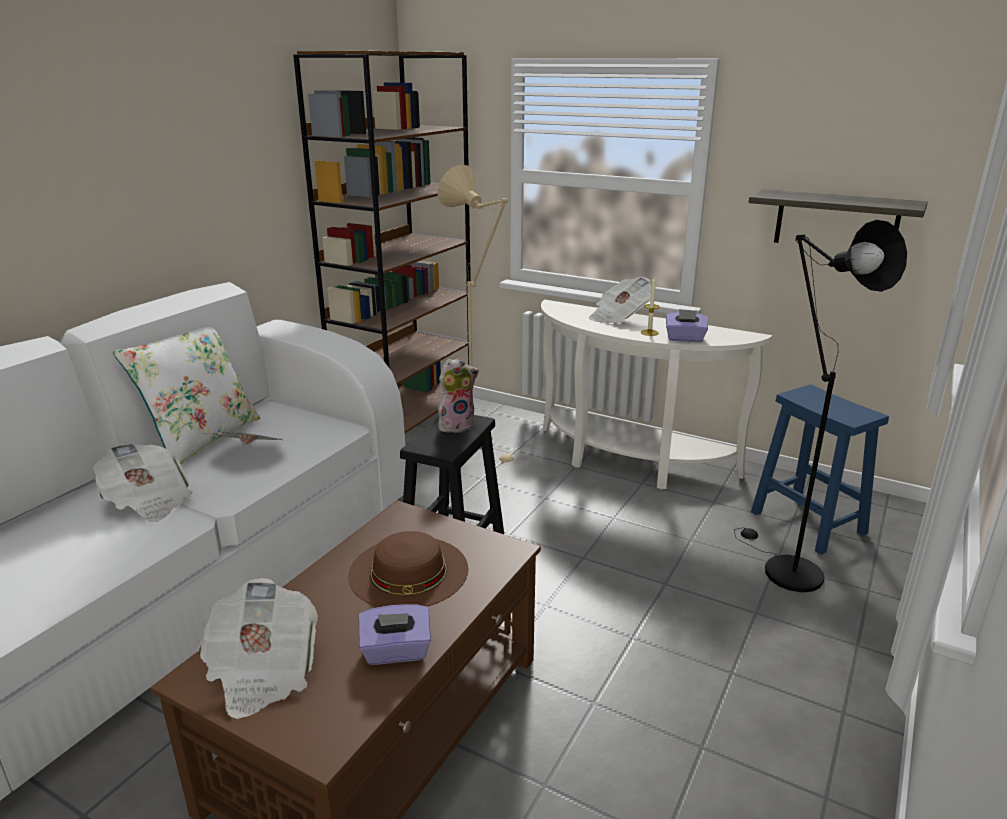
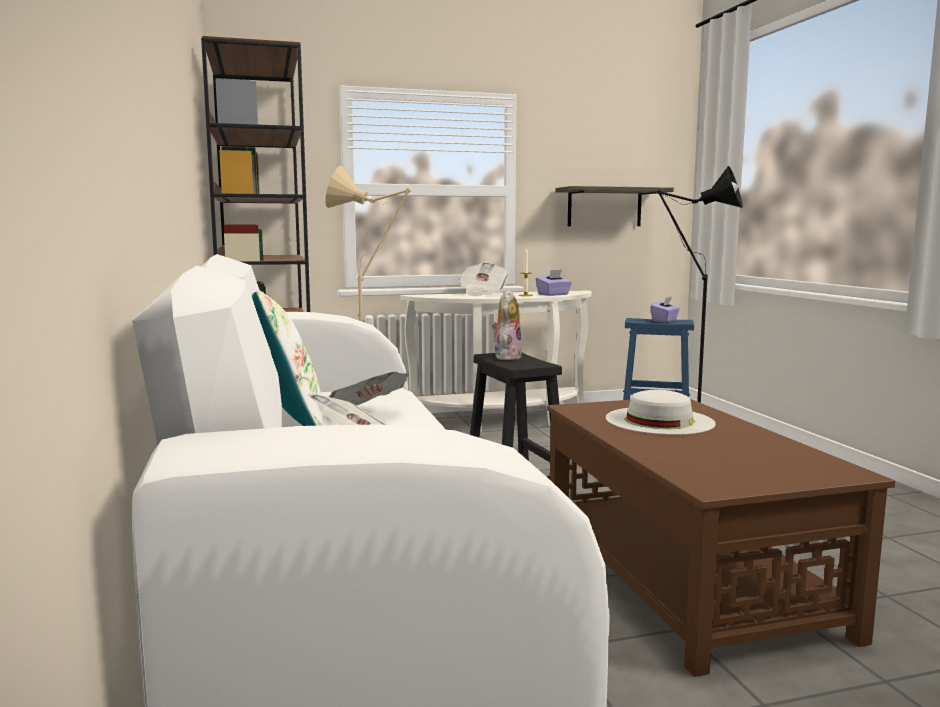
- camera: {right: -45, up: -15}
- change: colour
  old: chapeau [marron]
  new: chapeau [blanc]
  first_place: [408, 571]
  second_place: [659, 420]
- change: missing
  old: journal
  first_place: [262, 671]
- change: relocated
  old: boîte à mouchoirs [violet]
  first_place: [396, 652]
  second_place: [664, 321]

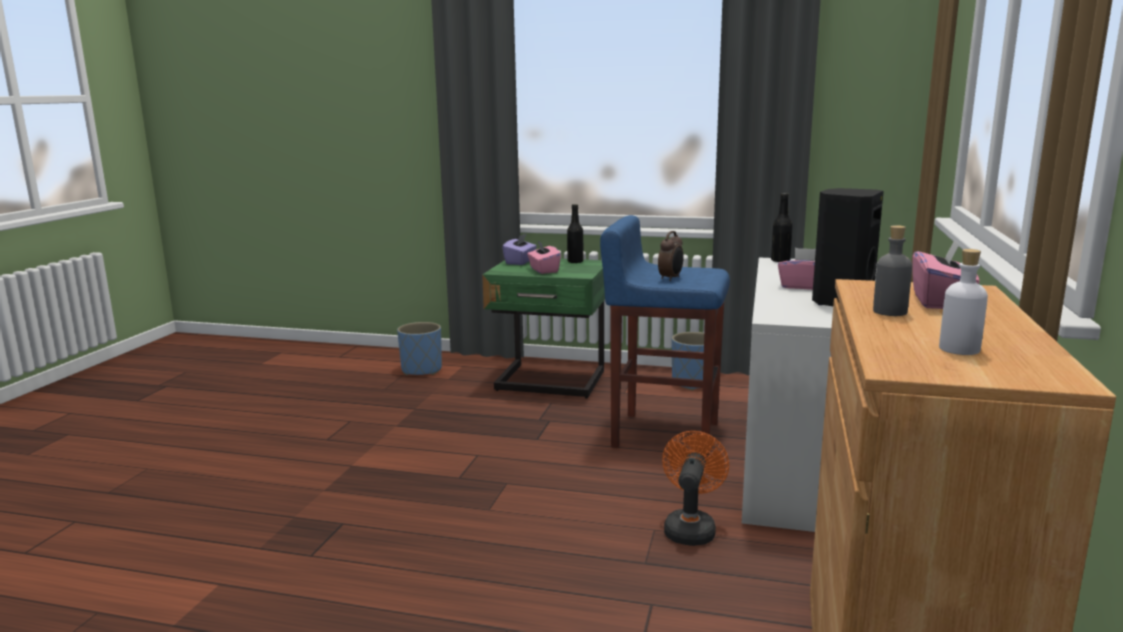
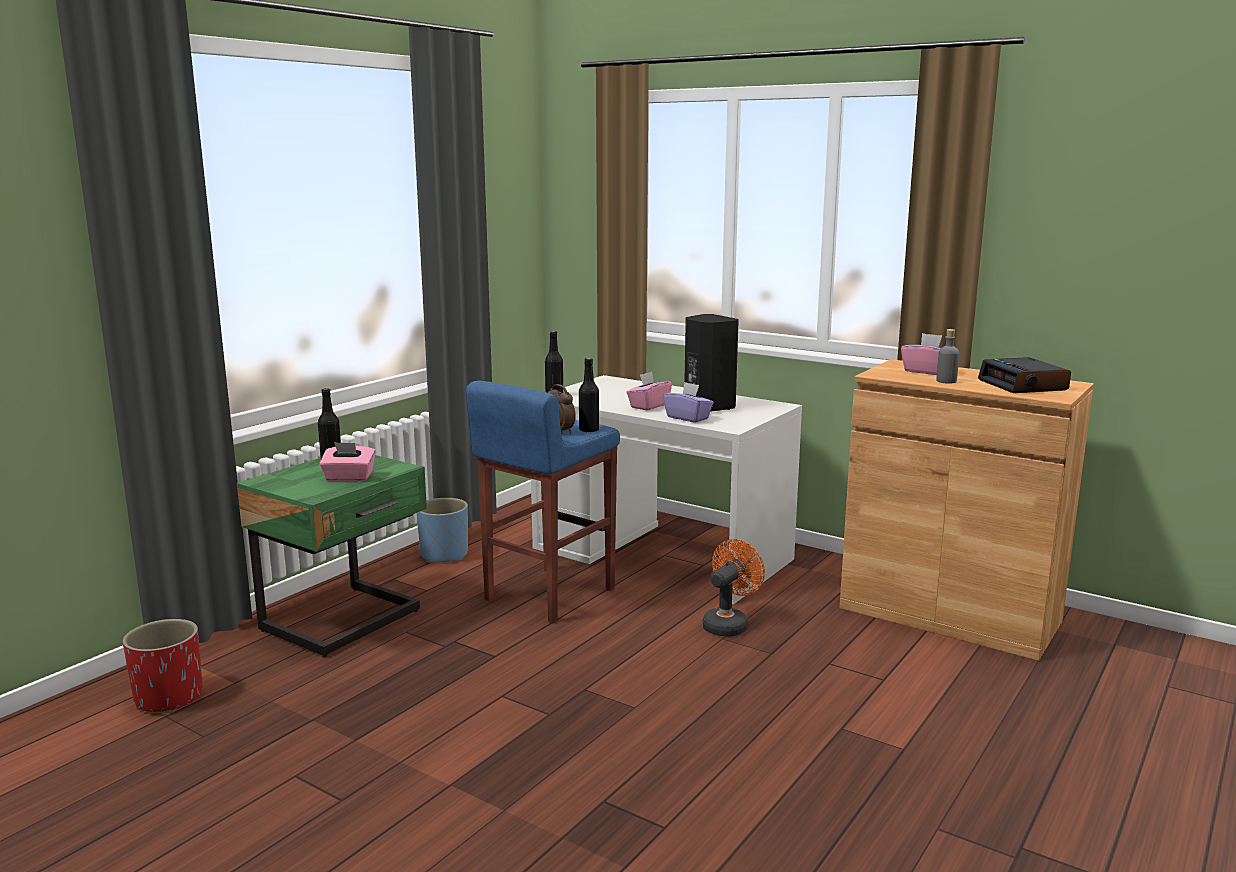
- camera: {right: -70, up: 0}
- change: relocated
  old: boîte à mouchoirs [violet]
  first_place: [520, 262]
  second_place: [688, 418]
- change: exchanged
  old: bouteille [blanc]
  new: réveil
  first_place: [959, 349]
  second_place: [1023, 385]
- change: colour
  old: cache-pot [bleu]
  new: cache-pot [rouge]
  first_place: [422, 370]
  second_place: [169, 698]
- change: spun
  old: ventilateur [orange]
  first_place: [690, 528]
  second_place: [729, 624]
  degrees: 90
- change: appeared
  new: bouteille [noir]
  second_place: [589, 430]

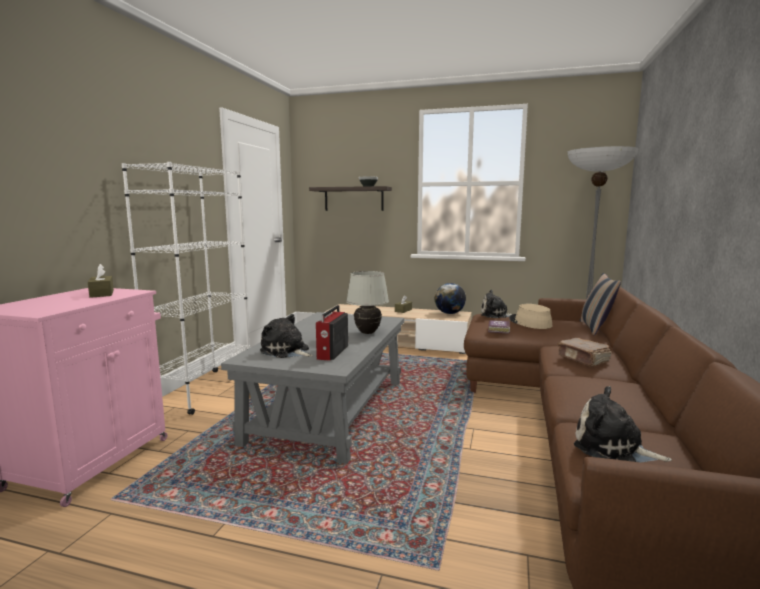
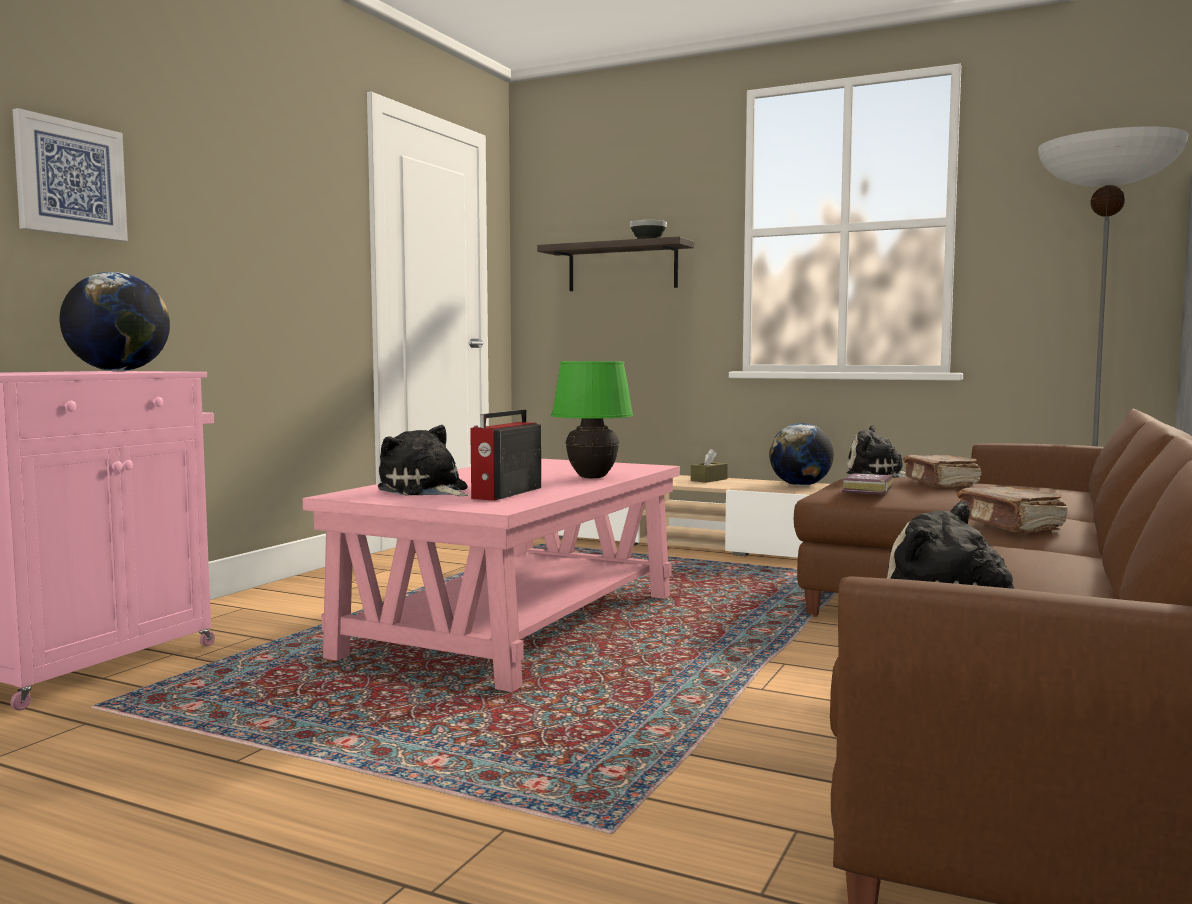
- camera: {right: 10, up: -5}
- change: missing
  old: bibliothèque [blanc]
  first_place: [203, 391]
- change: exchanged
  old: boîte à mouchoirs [marron]
  new: globe
  first_place: [102, 293]
  second_place: [118, 371]
- change: colour
  old: lampe de table [blanc]
  new: lampe de table [vert]
  first_place: [368, 333]
  second_place: [592, 478]
- change: missing
  old: coussin
  first_place: [595, 328]
- change: exchanged
  old: chapeau [beige]
  new: livre [marron]
  first_place: [529, 322]
  second_place: [941, 483]
- change: colour
  old: table basse [gris]
  new: table basse [rose]
  first_place: [330, 410]
  second_place: [516, 625]
- change: appeared
  new: tableau
  second_place: [70, 179]

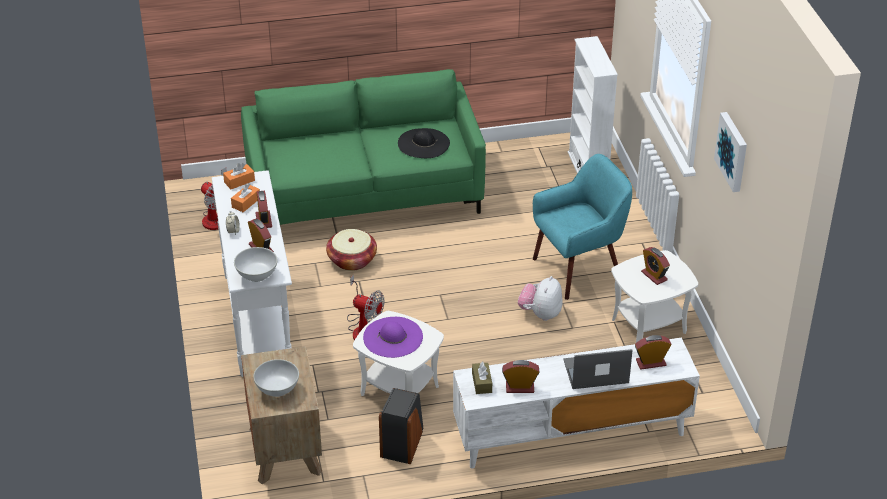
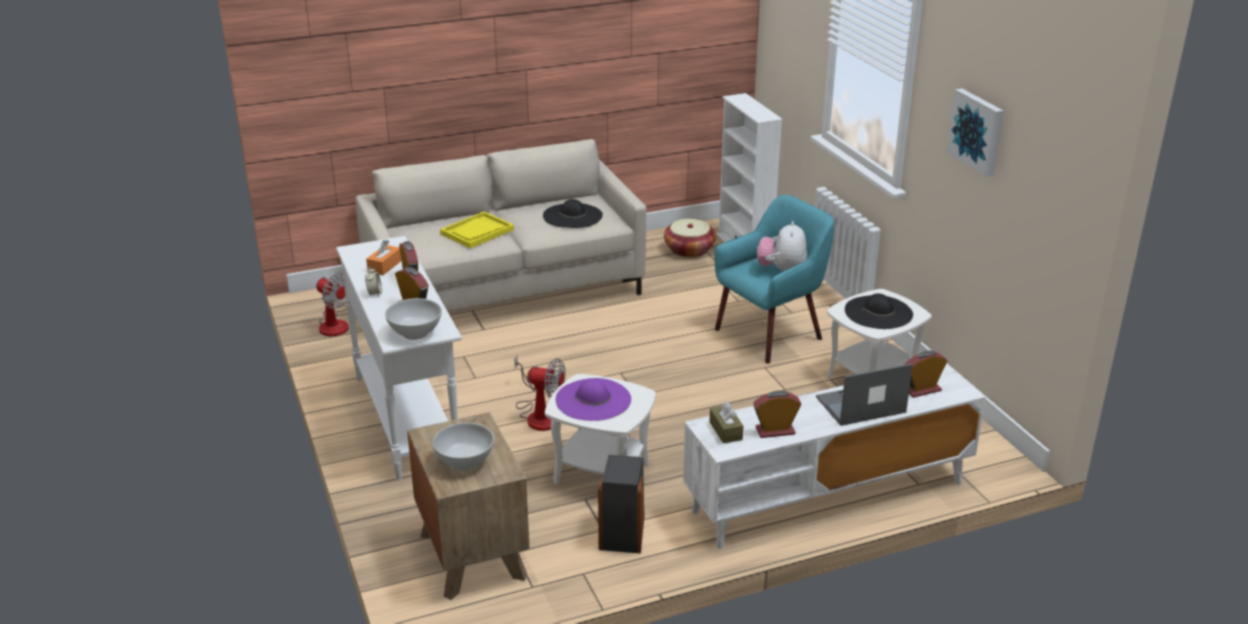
- camera: {right: -10, up: -10}
- change: colour
  old: canapé [vert]
  new: canapé [beige]
  first_place: [365, 194]
  second_place: [505, 288]
- change: missing
  old: boîte à mouchoirs [orange]
  first_place: [239, 181]
- change: relocated
  old: panier
  first_place: [352, 260]
  second_place: [689, 250]
- change: exchanged
  old: réveil
  new: chapeau [noir]
  first_place: [654, 276]
  second_place: [878, 312]
- change: relocated
  old: peluche
  first_place: [540, 314]
  second_place: [781, 271]
- change: appeared
  new: plateau [jaune]
  second_place: [477, 232]

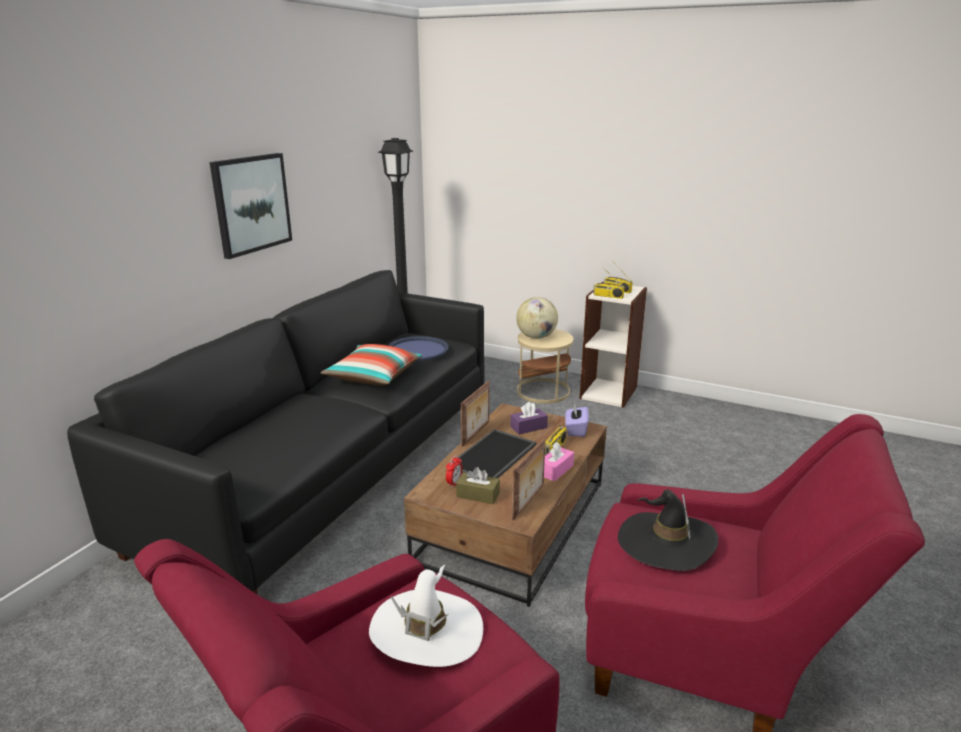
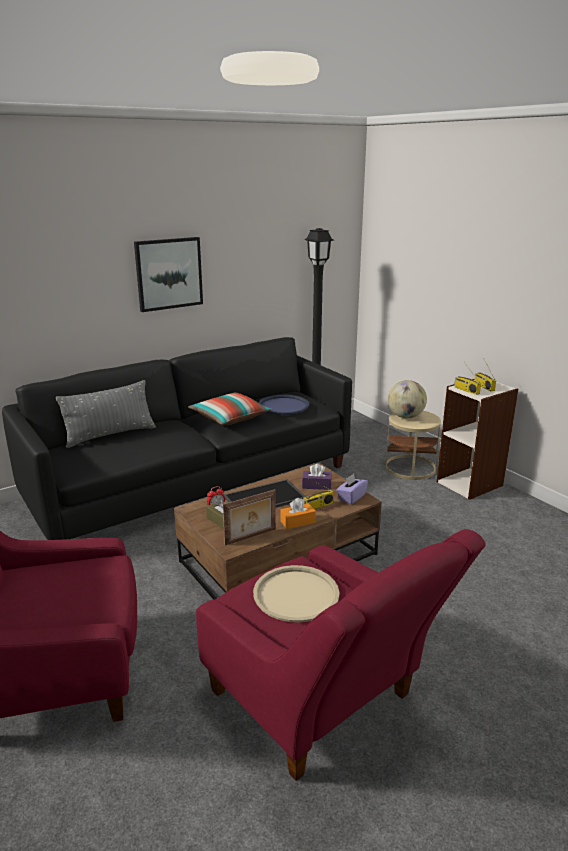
- camera: {right: 30, up: 0}
- change: missing
  old: cadre photo
  first_place: [476, 434]
- change: colour
  old: boîte à mouchoirs [rose]
  new: boîte à mouchoirs [orange]
  first_place: [555, 470]
  second_place: [297, 521]
- change: exchanged
  old: chapeau [noir]
  new: plateau [beige]
  first_place: [666, 543]
  second_place: [296, 594]
- change: missing
  old: chapeau [blanc]
  first_place: [426, 631]
- change: appeared
  new: coussin [gris]
  second_place: [110, 435]

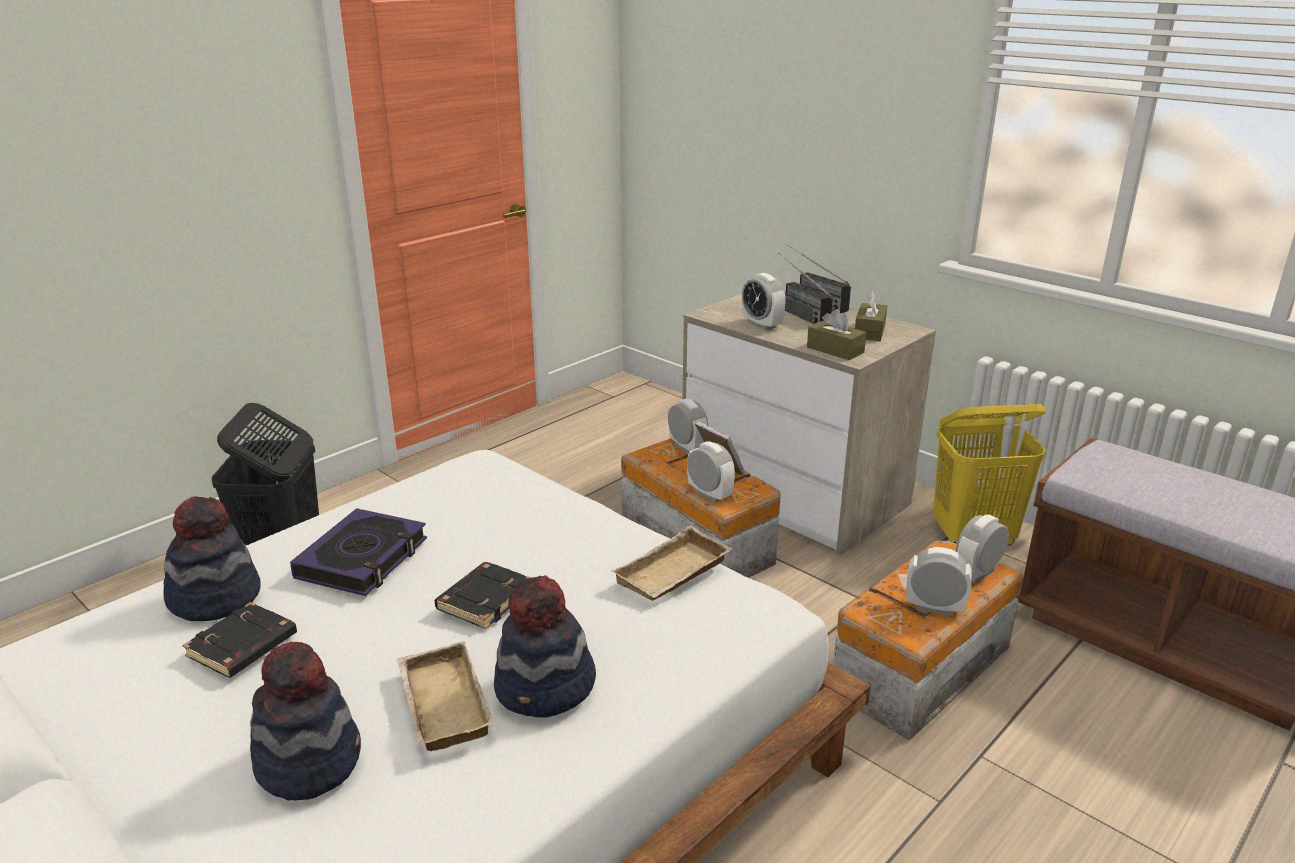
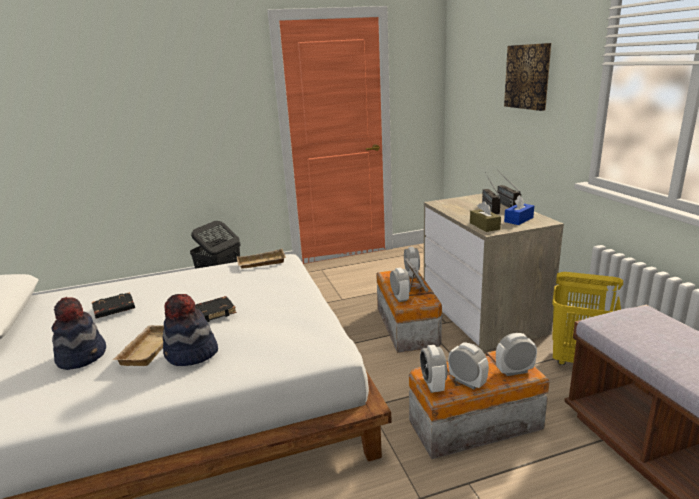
- camera: {right: 30, up: -5}
- change: relocated
  old: réveil
  first_place: [762, 325]
  second_place: [433, 385]
- change: colour
  old: boîte à mouchoirs [marron]
  new: boîte à mouchoirs [bleu]
  first_place: [869, 331]
  second_place: [518, 219]
- change: missing
  old: chapeau
  first_place: [215, 598]
- change: missing
  old: livre
  first_place: [363, 559]
- change: relocated
  old: plateau [beige]
  first_place: [673, 574]
  second_place: [261, 263]
- change: appeared
  new: tableau
  second_place: [528, 76]

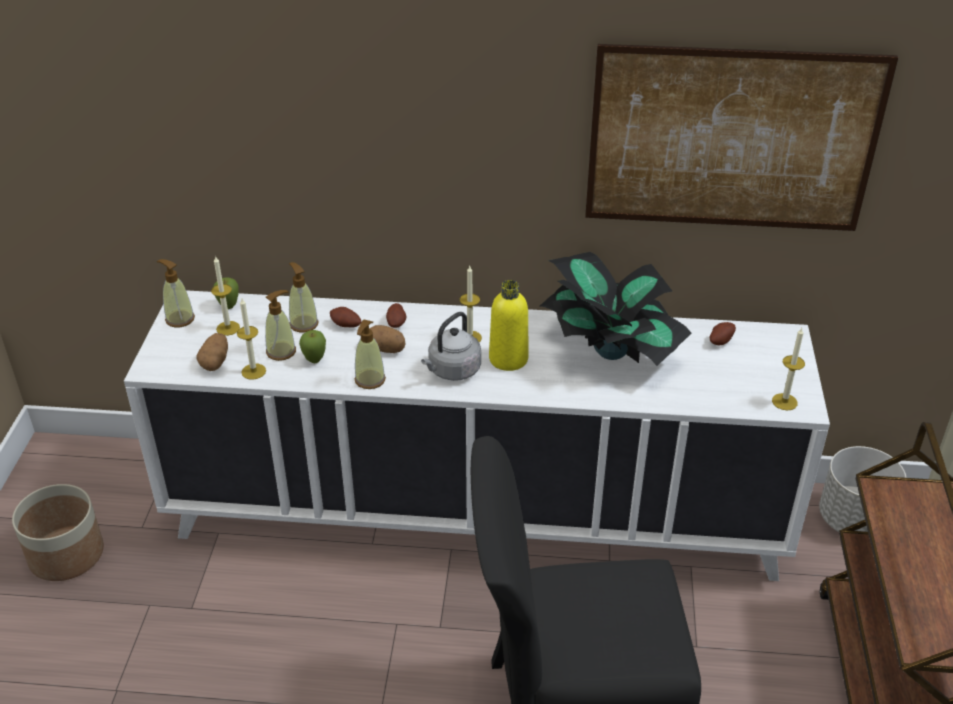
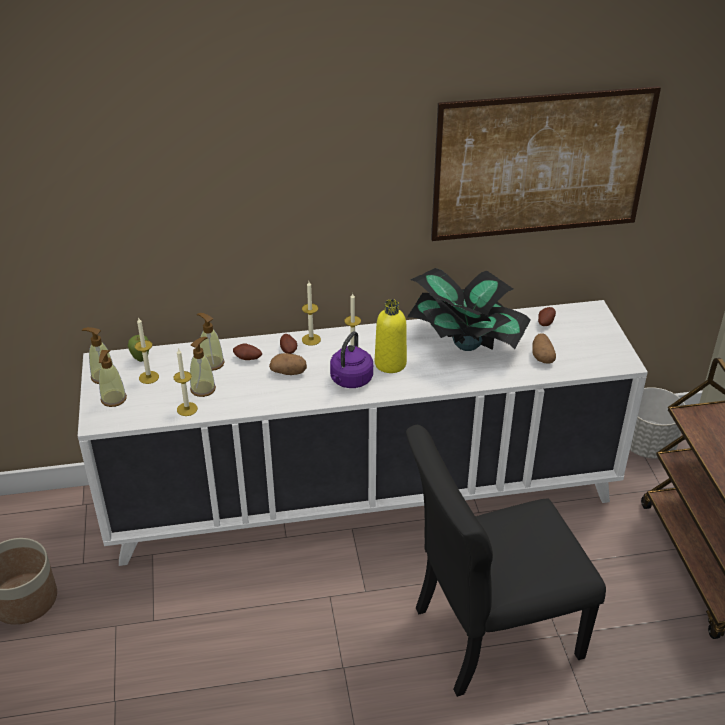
- camera: {right: -15, up: 0}
- change: colour
  old: bouilloire [gris]
  new: bouilloire [violet]
  first_place: [452, 371]
  second_place: [350, 381]
- change: relocated
  old: distributeur de savon
  first_place: [370, 380]
  second_place: [113, 399]
- change: relocated
  old: bougie
  first_place: [784, 402]
  second_place: [311, 339]
- change: missing
  old: pomme
  first_place: [314, 360]
- change: relocated
  old: pomme de terre
  first_place: [215, 362]
  second_place: [542, 356]

